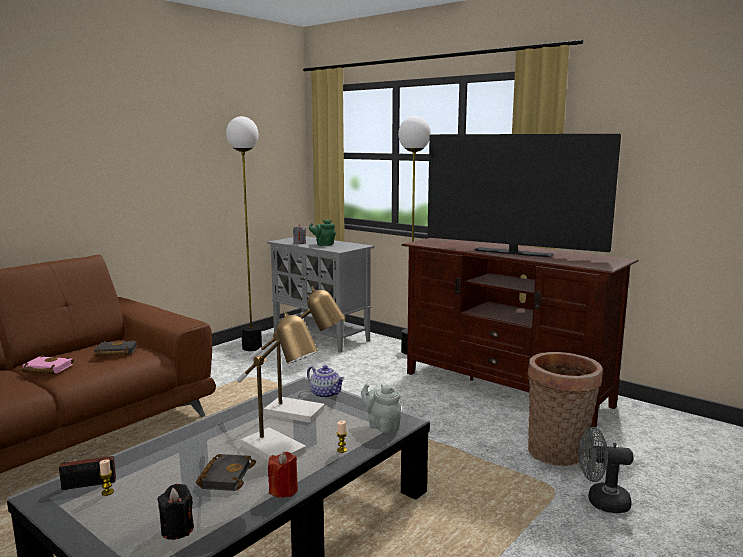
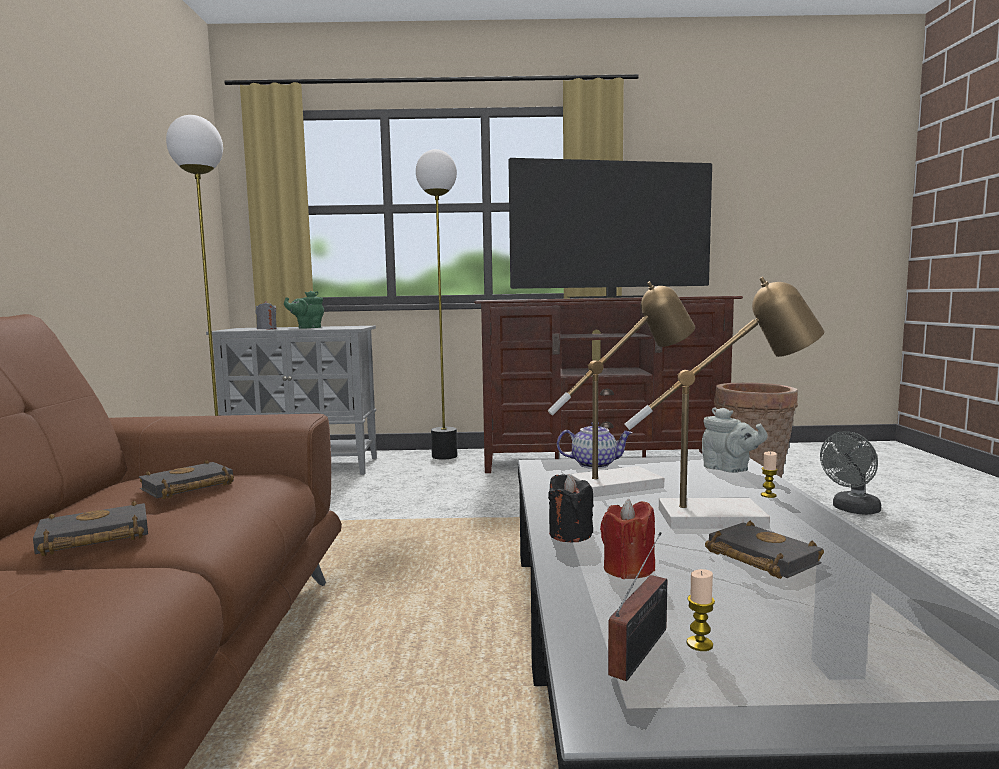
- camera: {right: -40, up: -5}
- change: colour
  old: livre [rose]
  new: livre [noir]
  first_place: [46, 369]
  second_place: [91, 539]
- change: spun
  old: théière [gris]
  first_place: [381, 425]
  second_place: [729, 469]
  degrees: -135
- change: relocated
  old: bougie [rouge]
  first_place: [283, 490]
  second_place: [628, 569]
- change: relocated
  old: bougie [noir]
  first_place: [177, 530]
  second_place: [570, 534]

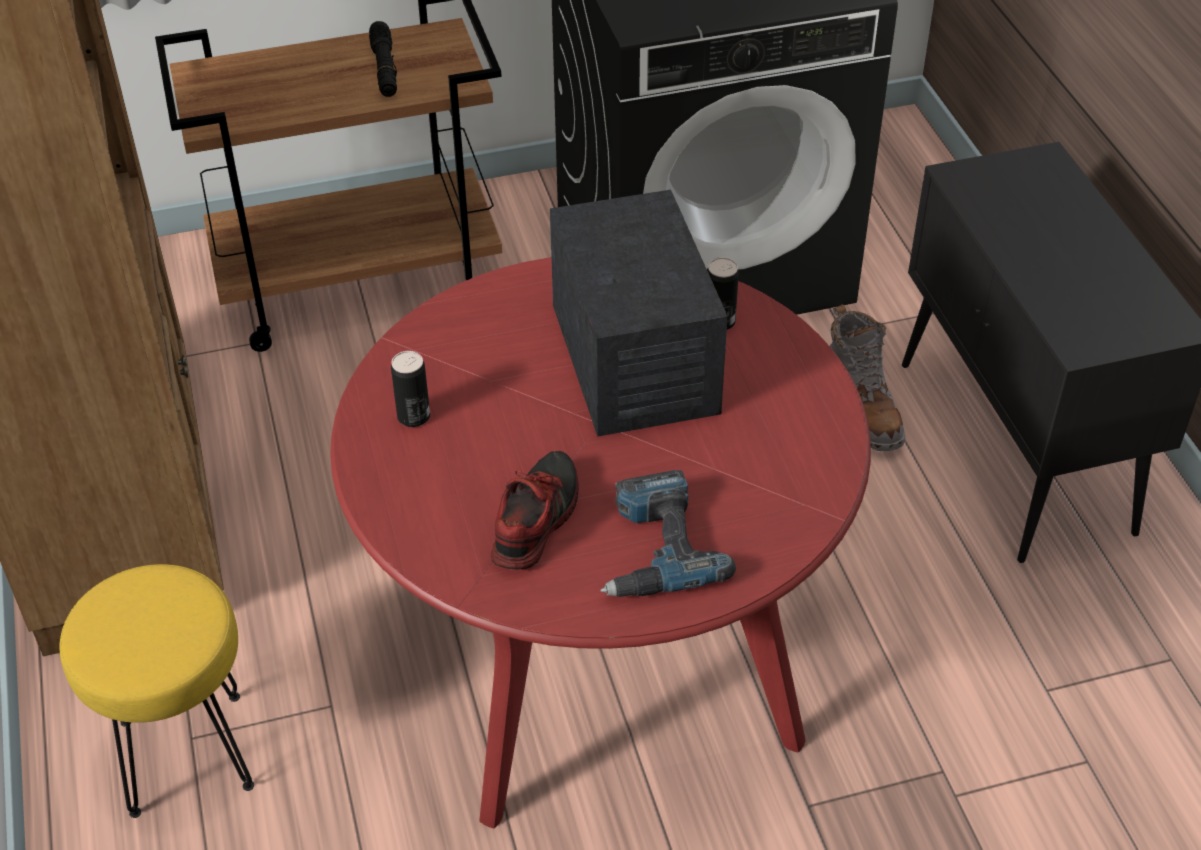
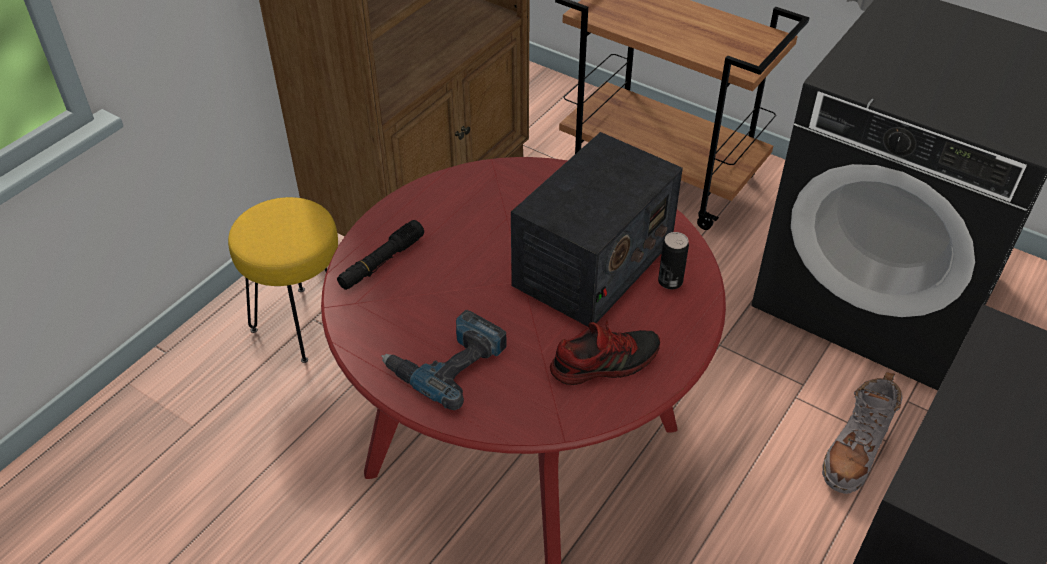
- camera: {right: 50, up: 0}
- change: relocated
  old: lampe de poche [noir]
  first_place: [384, 68]
  second_place: [381, 262]
- change: missing
  old: boîte métallique
  first_place: [413, 416]
- change: relocated
  old: chaussure
  first_place: [535, 520]
  second_place: [604, 363]

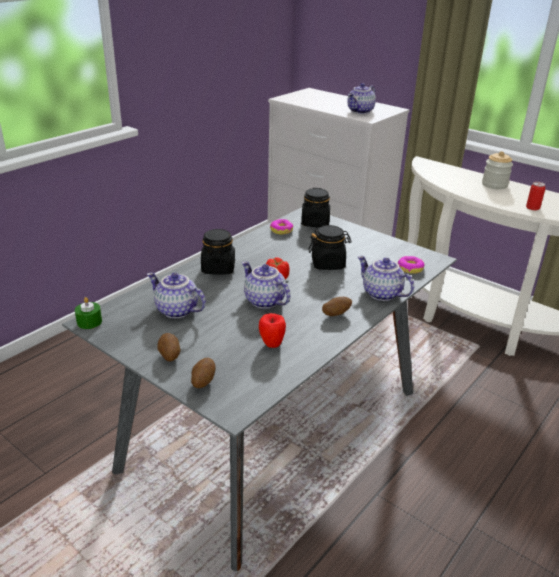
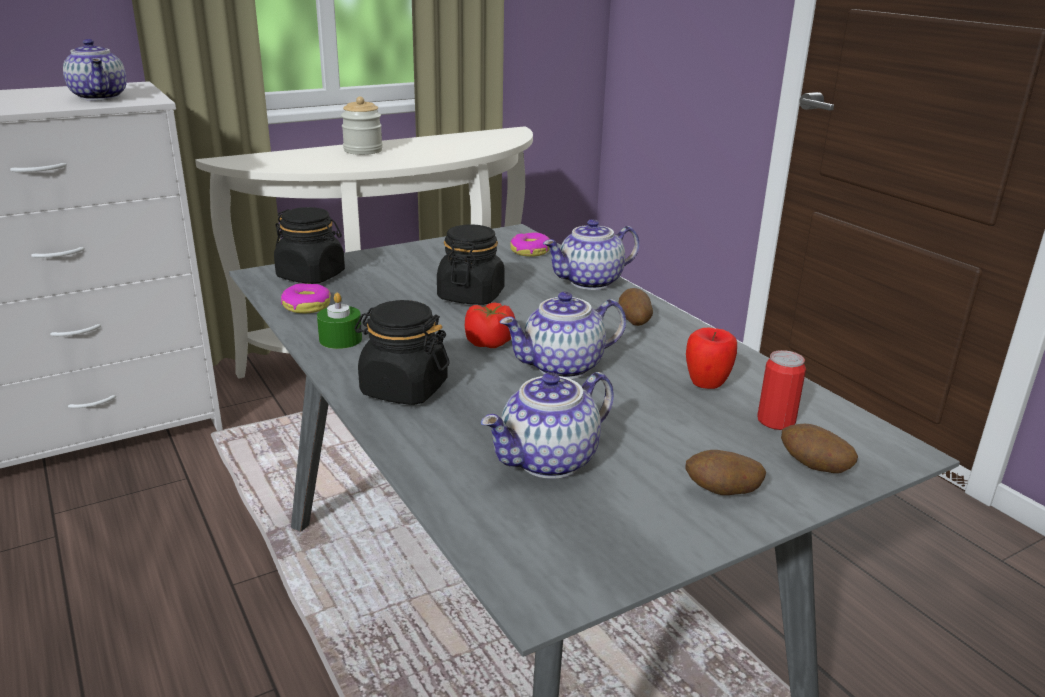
- camera: {right: -70, up: -5}
- change: relocated
  old: boîte métallique
  first_place: [532, 208]
  second_place: [776, 421]
- change: relocated
  old: bougie [vert]
  first_place: [89, 322]
  second_place: [340, 339]

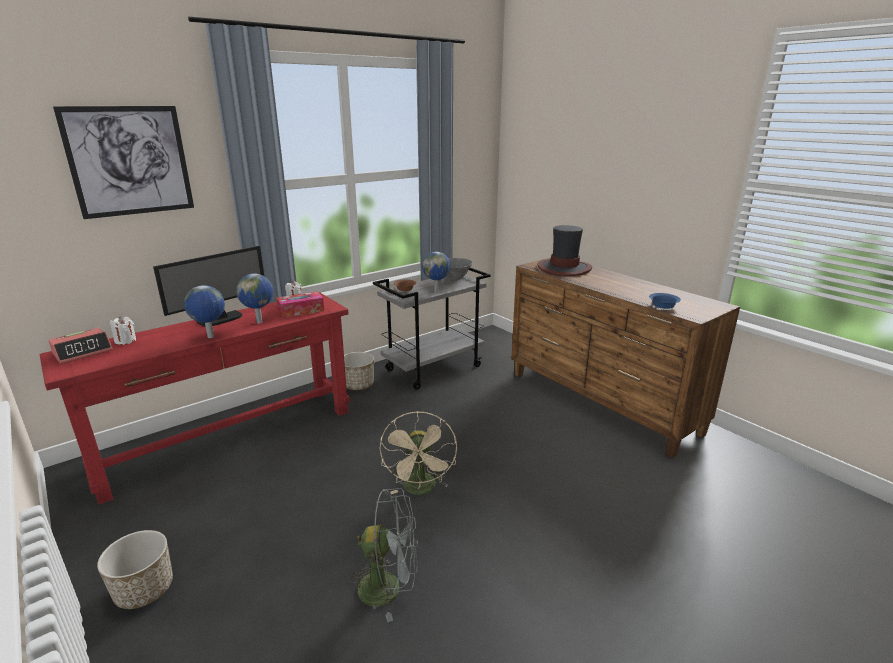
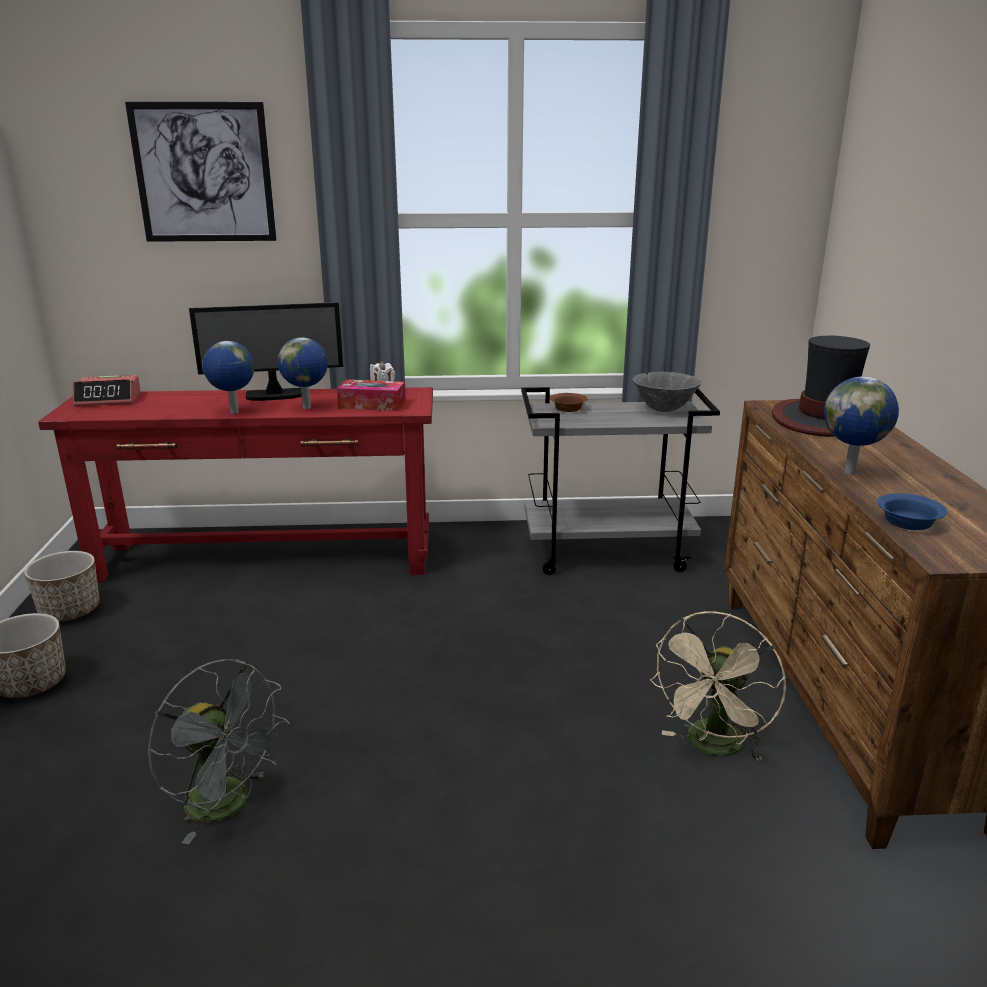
- camera: {right: 35, up: 0}
- change: relocated
  old: globe
  first_place: [436, 291]
  second_place: [851, 473]
- change: missing
  old: bougie [blanc]
  first_place: [126, 341]
- change: relocated
  old: cache-pot
  first_place: [358, 385]
  second_place: [70, 611]
- change: relocated
  old: ventilateur [beige]
  first_place: [421, 489]
  second_place: [713, 748]

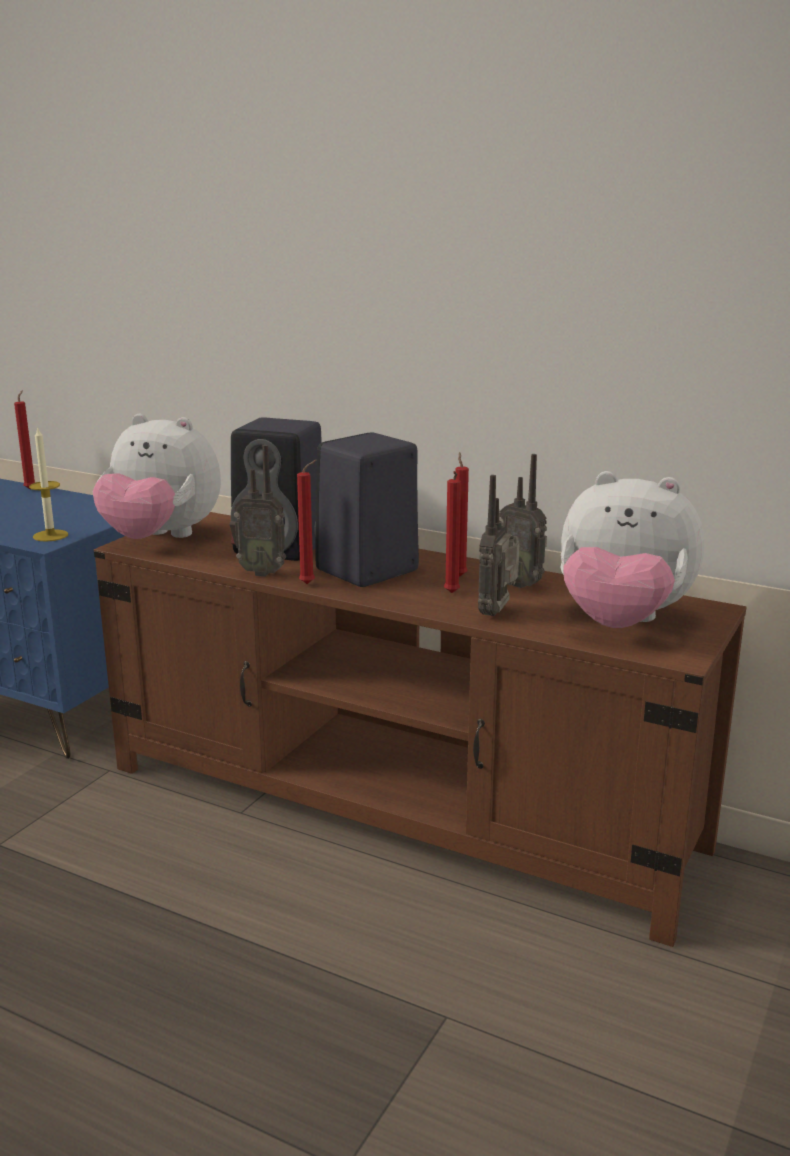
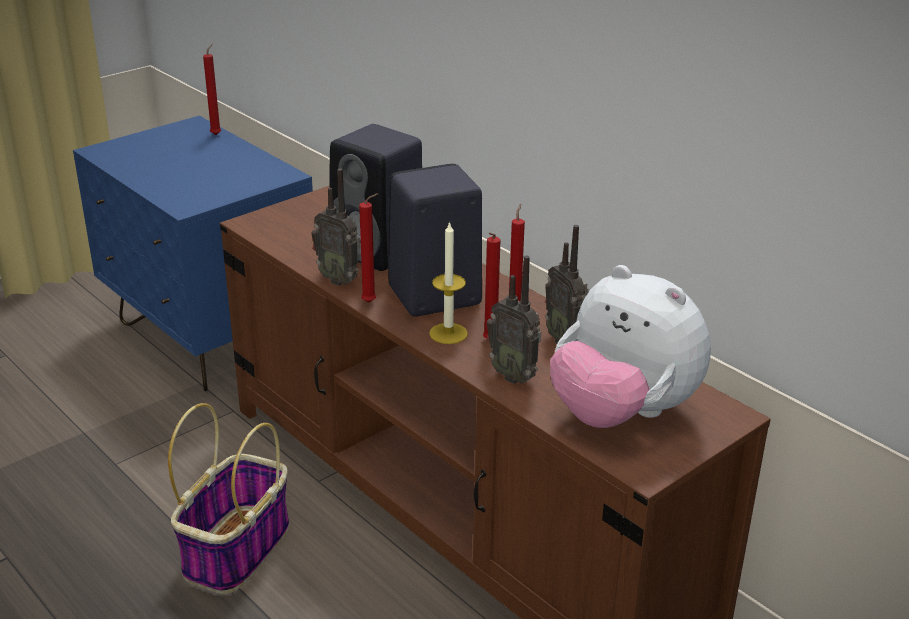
- camera: {right: 20, up: 10}
- change: missing
  old: peluche
  first_place: [160, 538]
- change: relocated
  old: bougie
  first_place: [50, 535]
  second_place: [448, 333]
- change: spun
  old: radio
  first_place: [498, 613]
  second_place: [514, 375]
  degrees: -90
- change: appeared
  new: panier
  second_place: [237, 548]

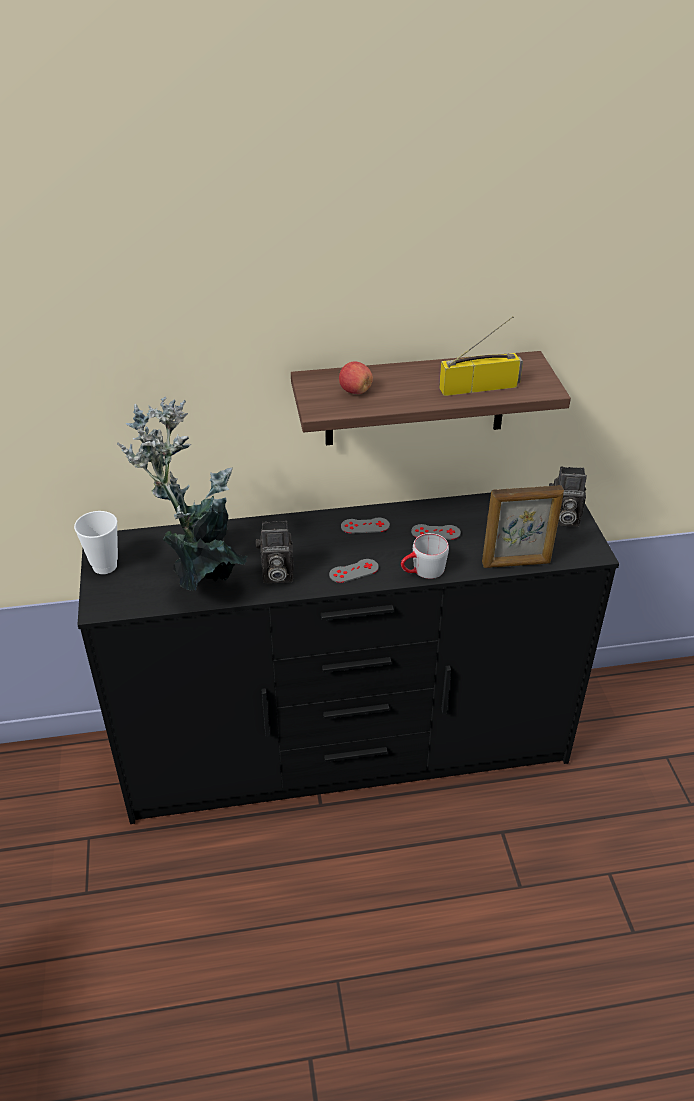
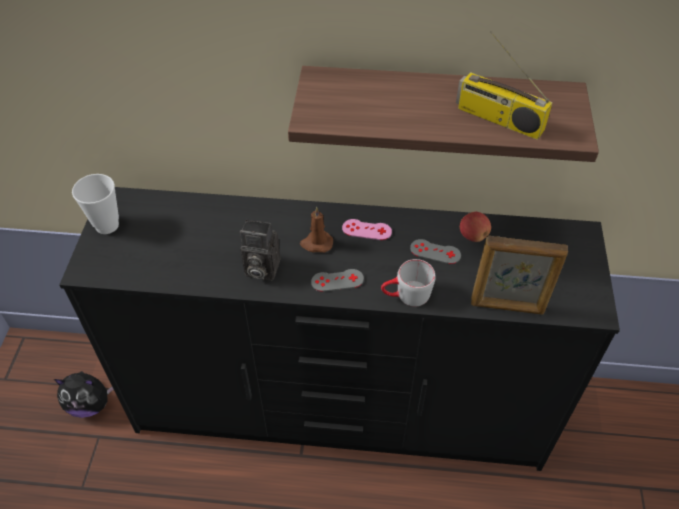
- camera: {right: 15, up: 10}
- change: spun
  old: radio
  first_place: [479, 387]
  second_place: [497, 119]
  degrees: -150
- change: relocated
  old: pomme
  first_place: [355, 391]
  second_place: [473, 235]
- change: missing
  old: plante en pot
  first_place: [201, 574]
- change: missing
  old: appareil photo
  first_place: [562, 519]
- change: colour
  old: manette [gris]
  new: manette [rose]
  first_place: [365, 526]
  second_place: [366, 230]
- change: appeared
  new: bougie [marron]
  second_place: [316, 243]
- change: appeared
  new: peluche
  second_place: [90, 404]

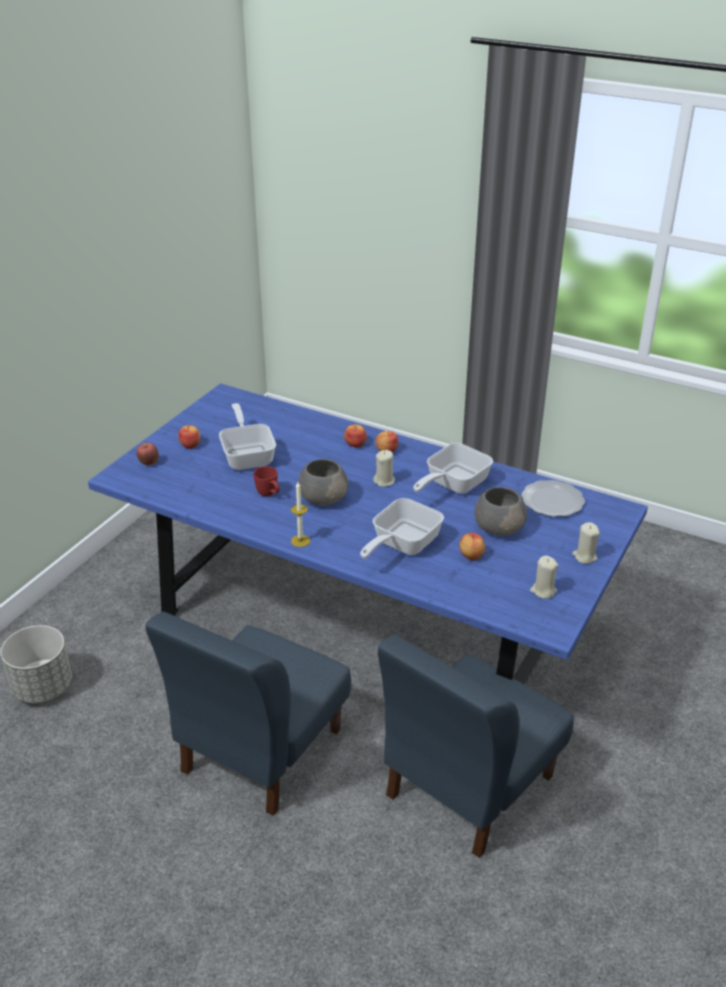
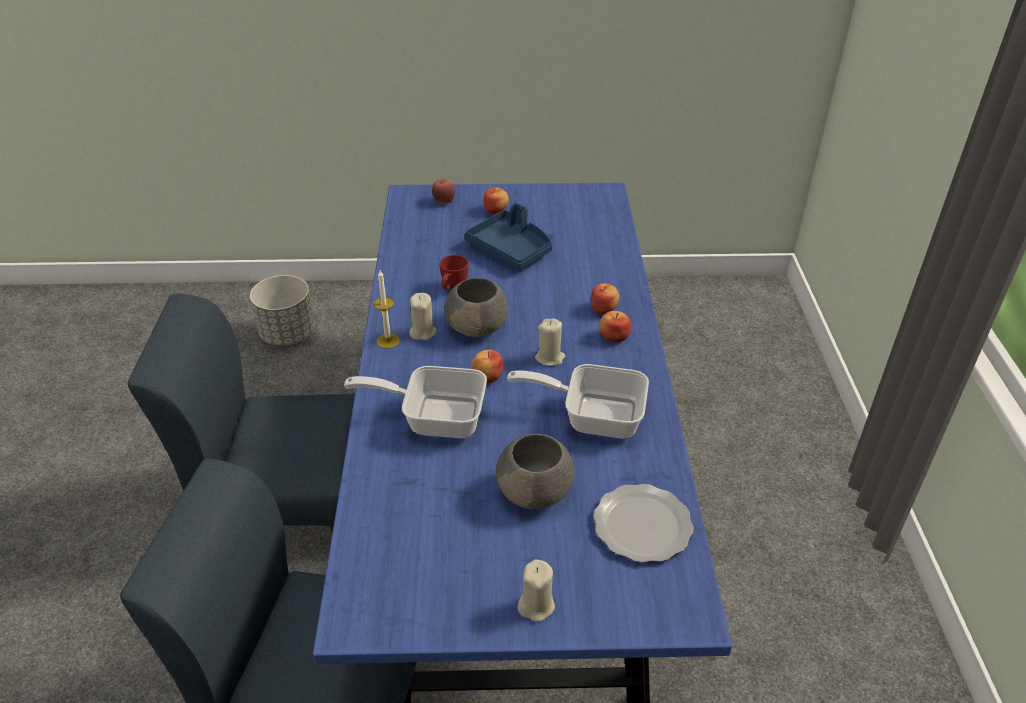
- camera: {right: 60, up: 5}
- change: exchanged
  old: poêle
  new: plateau [bleu]
  first_place: [248, 455]
  second_place: [511, 249]
- change: relocated
  old: pomme
  first_place: [471, 556]
  second_place: [487, 377]
- change: relocated
  old: bougie [beige]
  first_place: [543, 591]
  second_place: [422, 332]

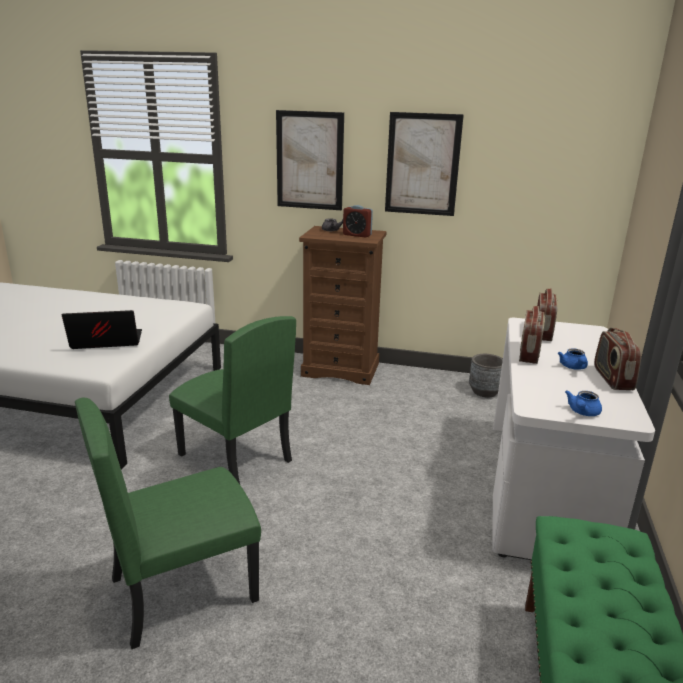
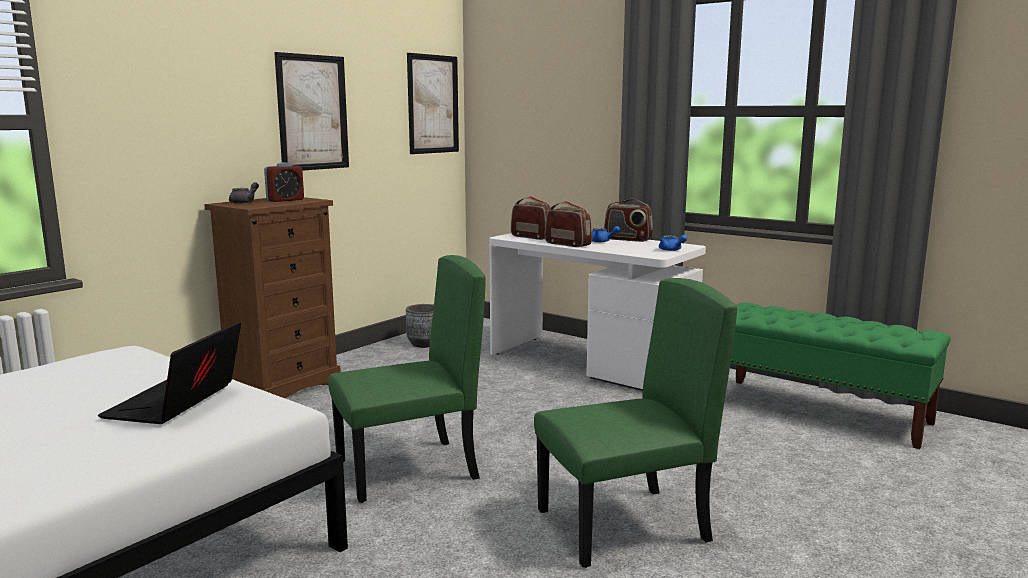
- camera: {right: -65, up: -10}
- change: relocated
  old: tableau
  first_place: [309, 160]
  second_place: [433, 104]
- change: spun
  old: chaise [vert]
  first_place: [183, 588]
  second_place: [623, 526]
  degrees: -105

